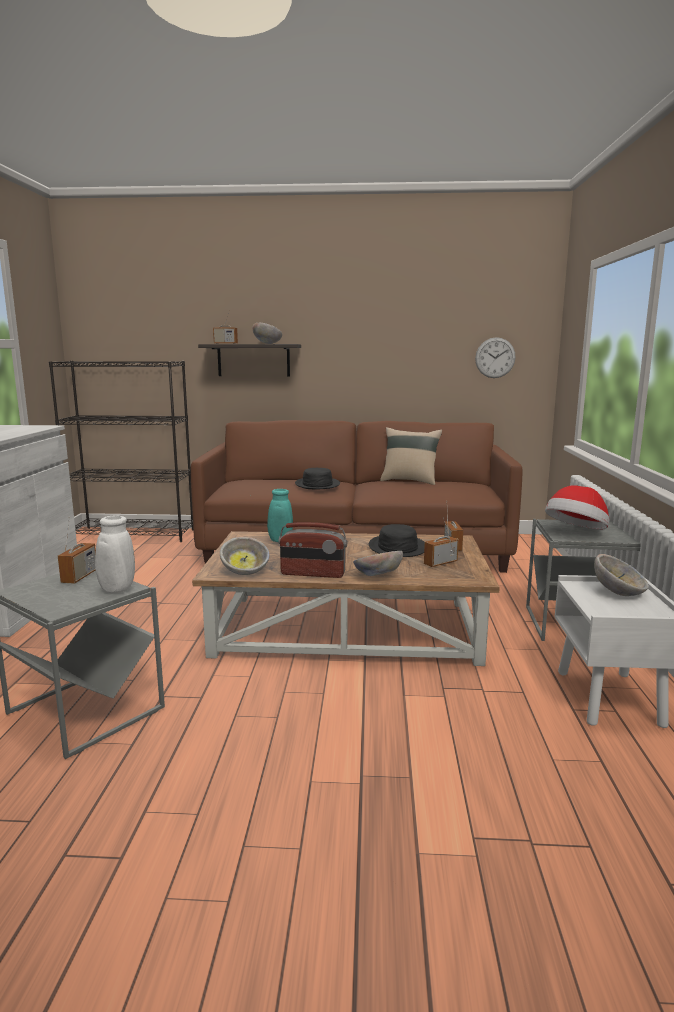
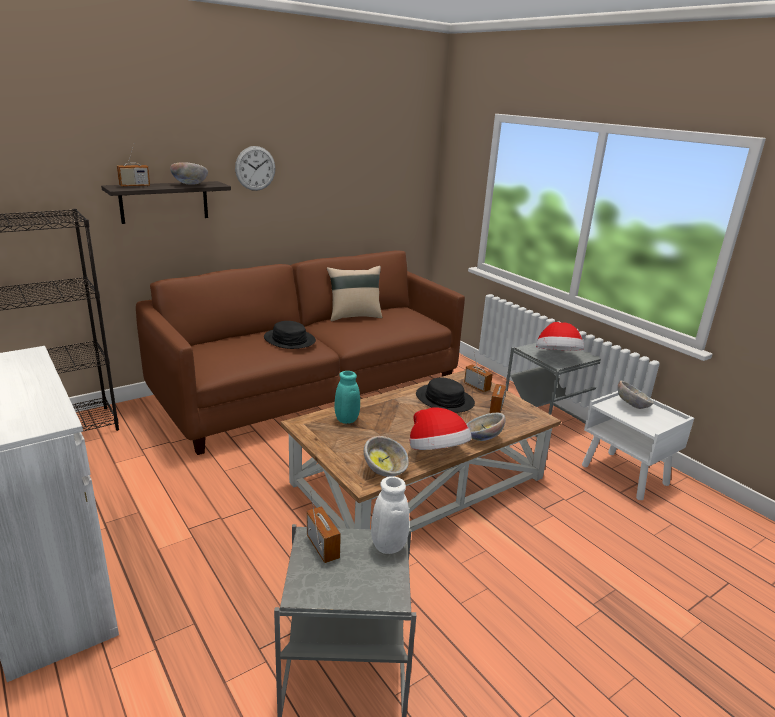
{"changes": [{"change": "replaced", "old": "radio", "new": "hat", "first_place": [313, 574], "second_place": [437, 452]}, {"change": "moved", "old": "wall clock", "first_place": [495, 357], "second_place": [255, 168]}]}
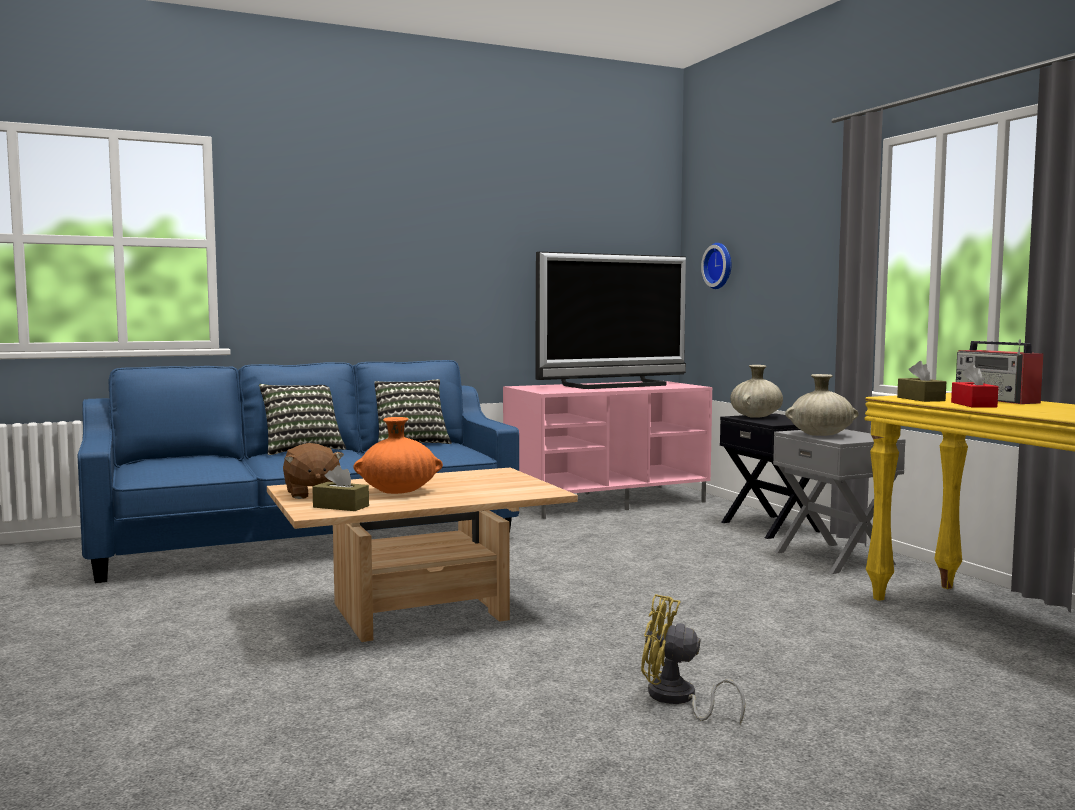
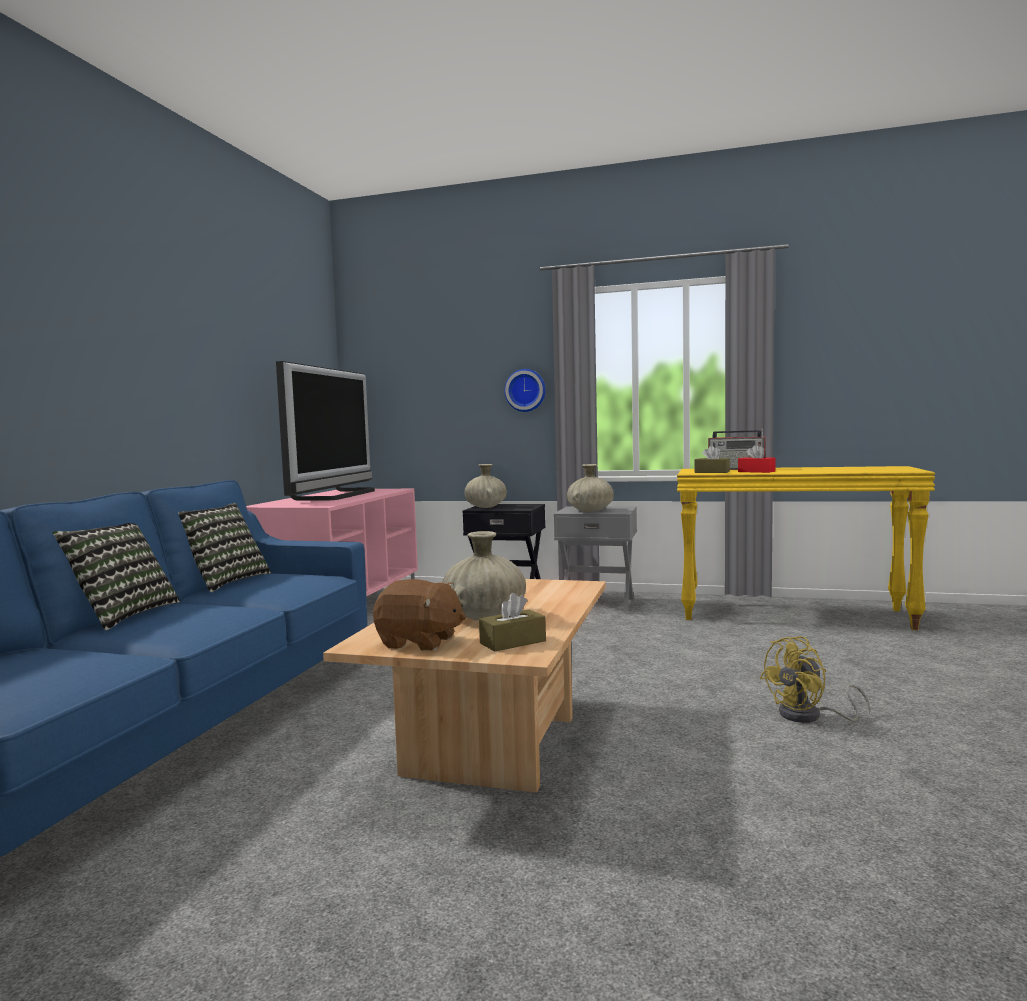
{"changes": [{"change": "recoloured", "old": "vase/orange", "new": "vase/beige", "first_place": [398, 492], "second_place": [485, 616]}, {"change": "moved", "old": "wall clock", "first_place": [720, 266], "second_place": [525, 390]}]}
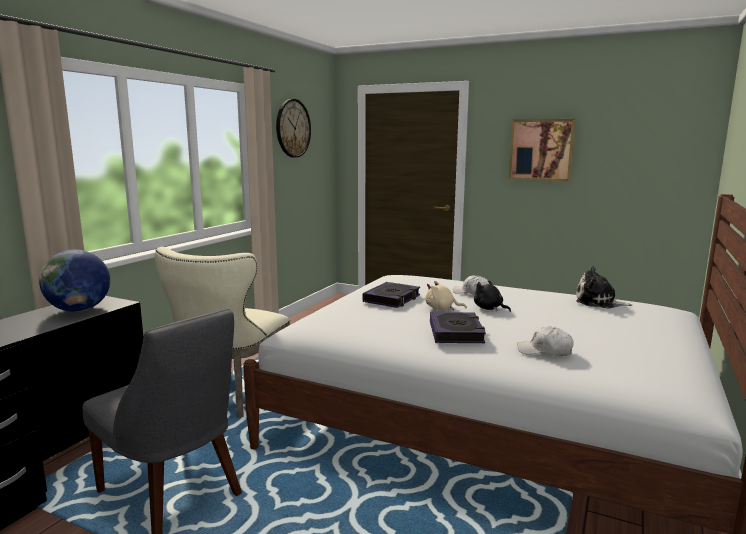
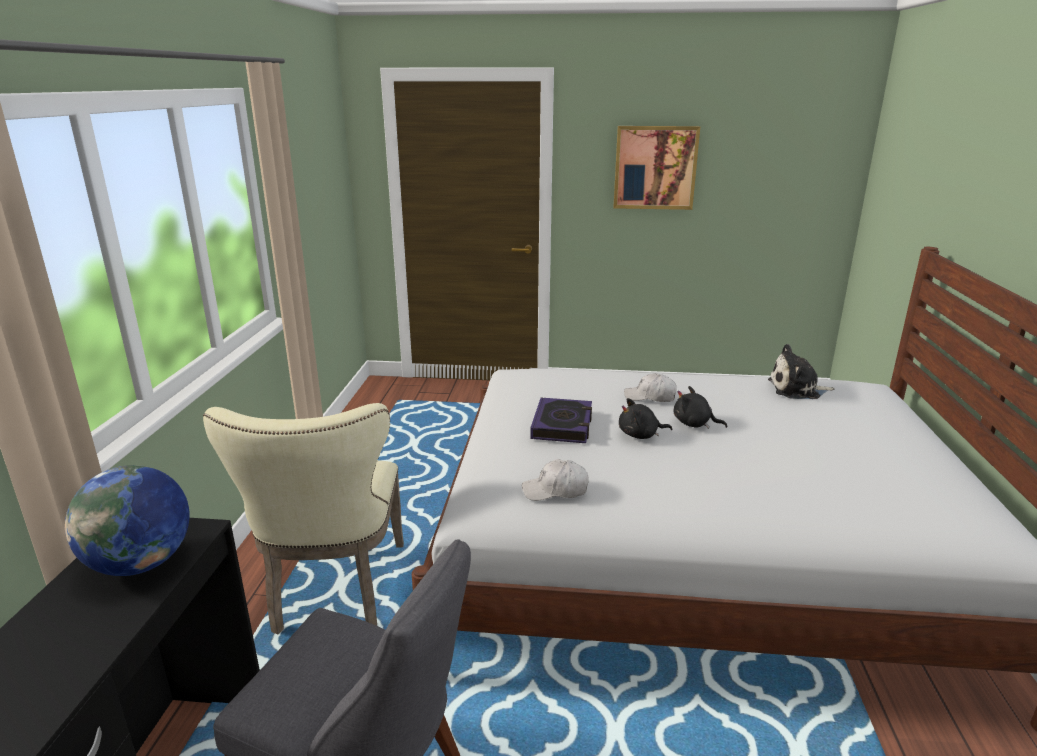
{"changes": [{"change": "removed", "old": "wall clock", "first_place": [293, 128]}, {"change": "recoloured", "old": "plush toy/beige", "new": "plush toy/black", "first_place": [441, 309], "second_place": [640, 435]}, {"change": "removed", "old": "book", "first_place": [456, 332]}, {"change": "moved", "old": "cap/white", "first_place": [545, 351], "second_place": [555, 490]}]}
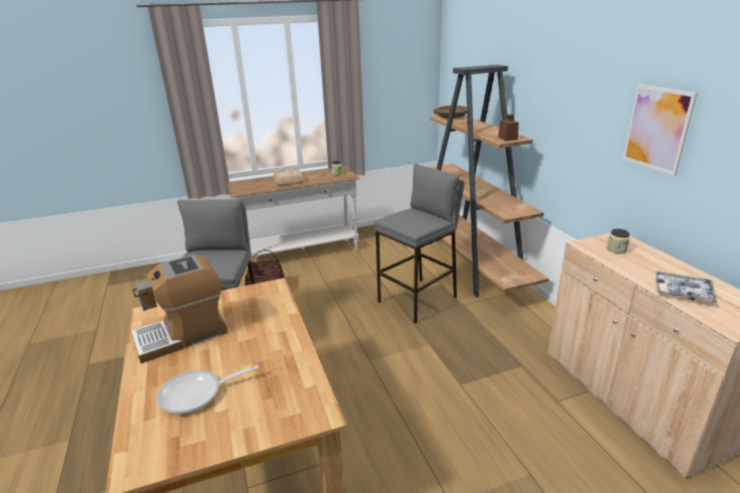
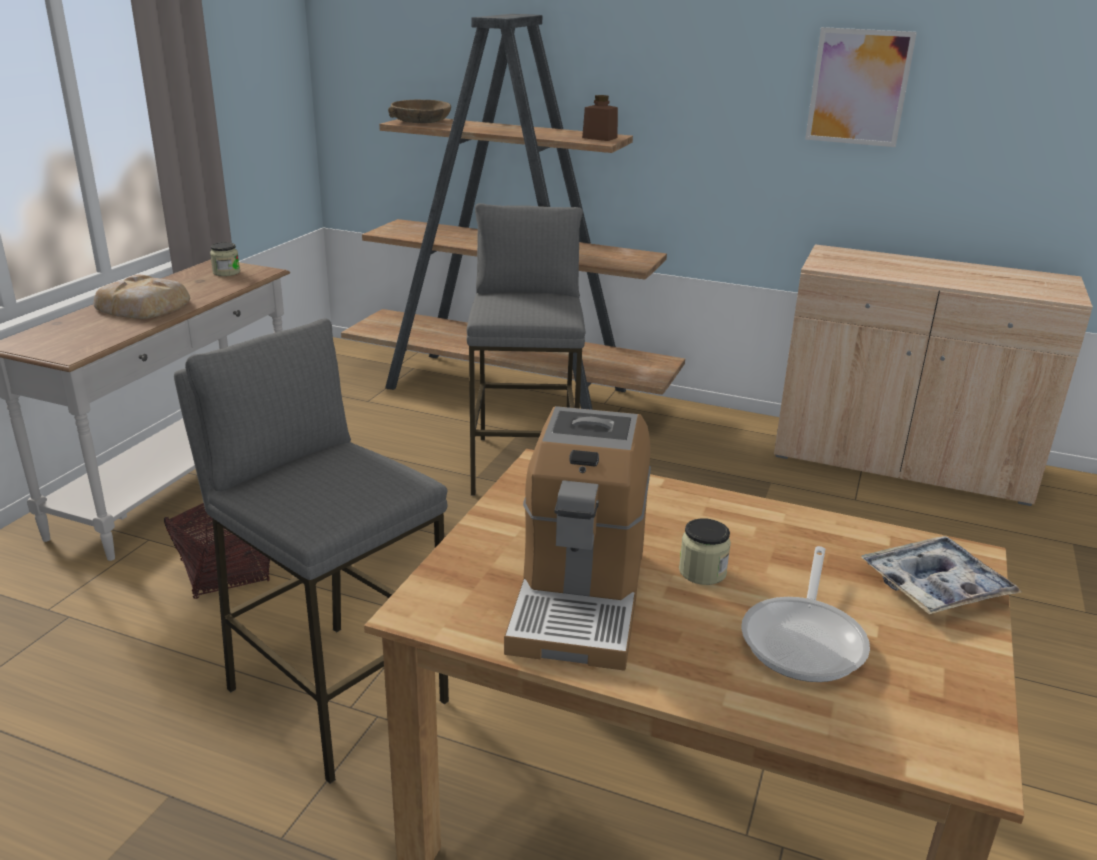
{"changes": [{"change": "moved", "old": "jar", "first_place": [616, 249], "second_place": [702, 572]}, {"change": "moved", "old": "tray", "first_place": [682, 292], "second_place": [935, 586]}]}
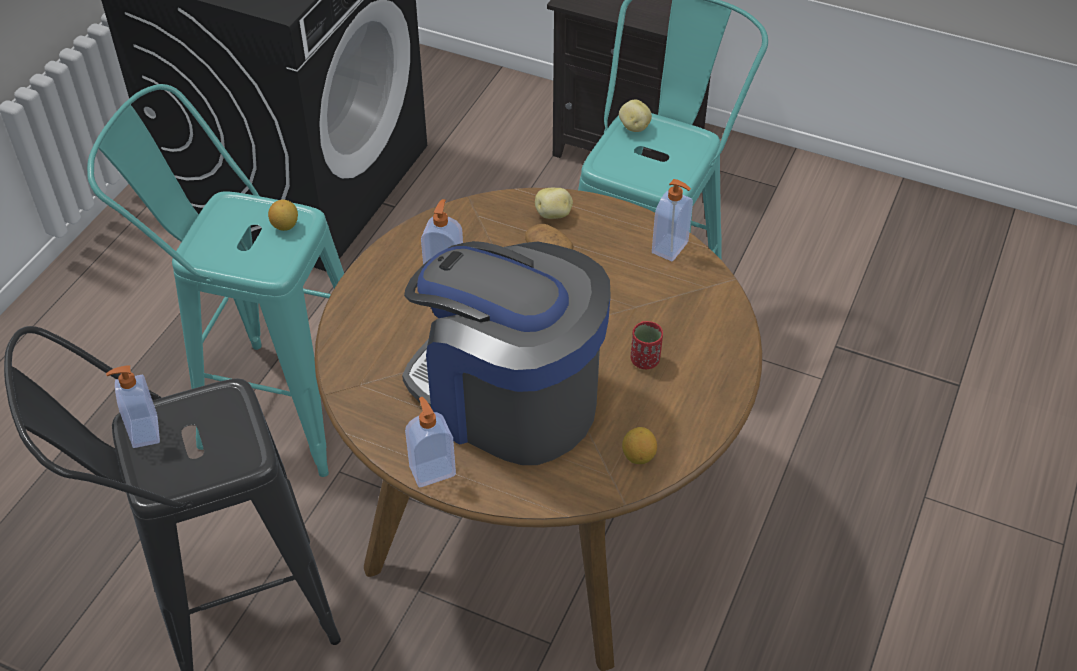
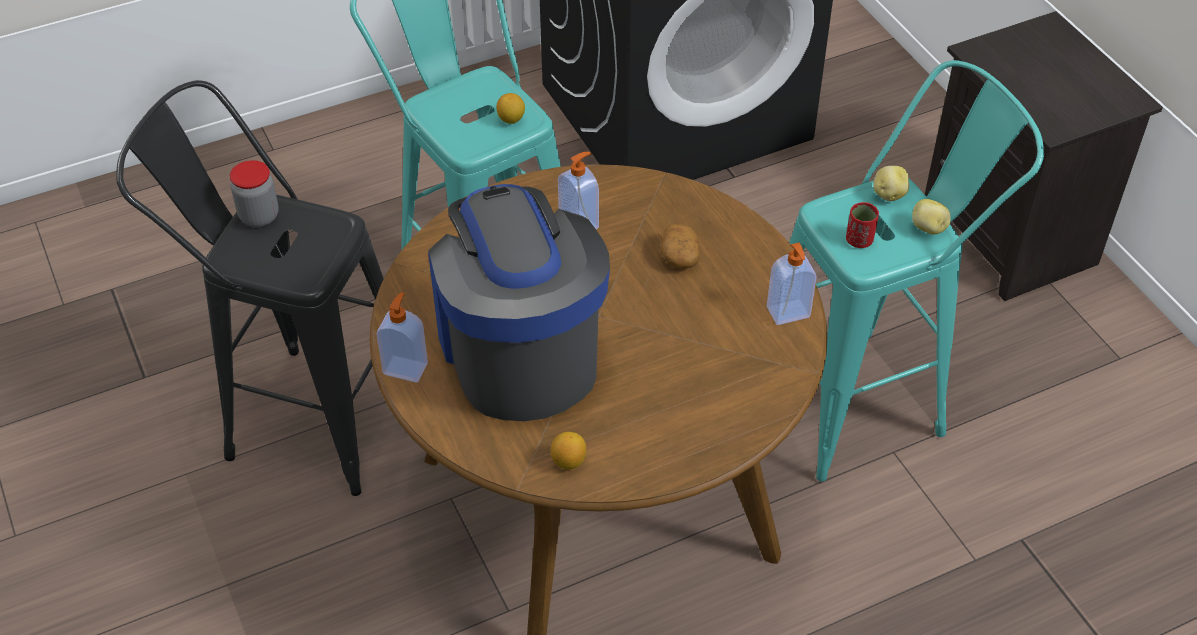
{"changes": [{"change": "replaced", "old": "soap dispenser", "new": "jar", "first_place": [143, 432], "second_place": [259, 216]}, {"change": "moved", "old": "potato", "first_place": [554, 214], "second_place": [928, 228]}, {"change": "moved", "old": "cup/red", "first_place": [645, 360], "second_place": [859, 240]}]}
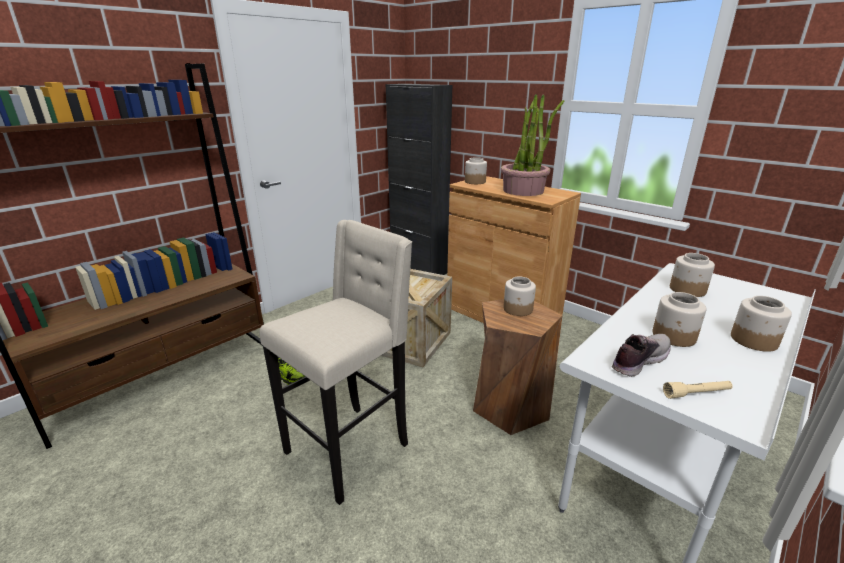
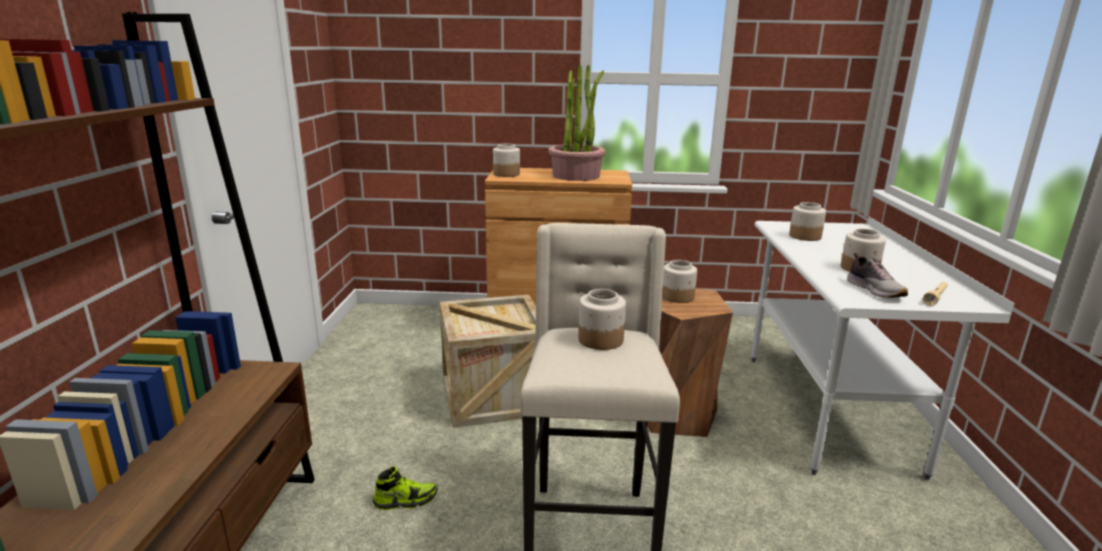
{"changes": [{"change": "removed", "old": "cabinet/black", "first_place": [418, 269]}, {"change": "turned", "old": "shoe", "first_place": [638, 360], "second_place": [875, 290], "degrees": 150}, {"change": "moved", "old": "jar", "first_place": [753, 340], "second_place": [600, 340]}]}
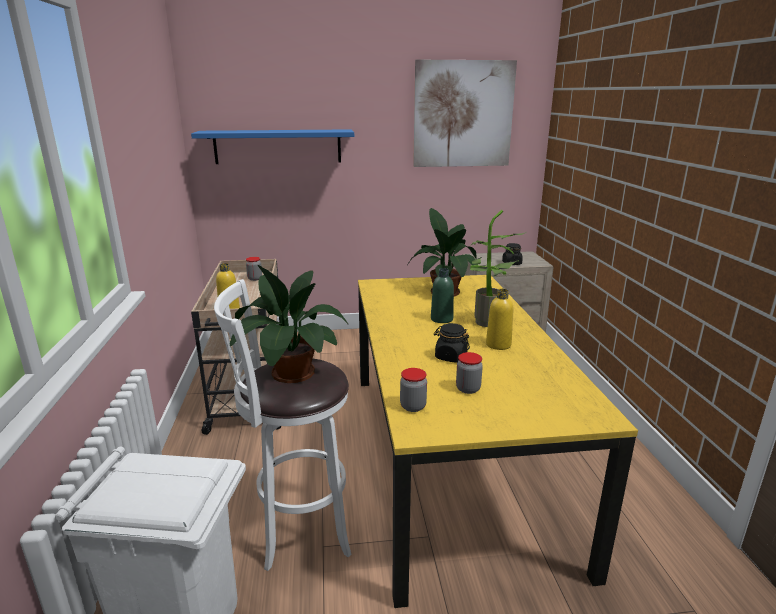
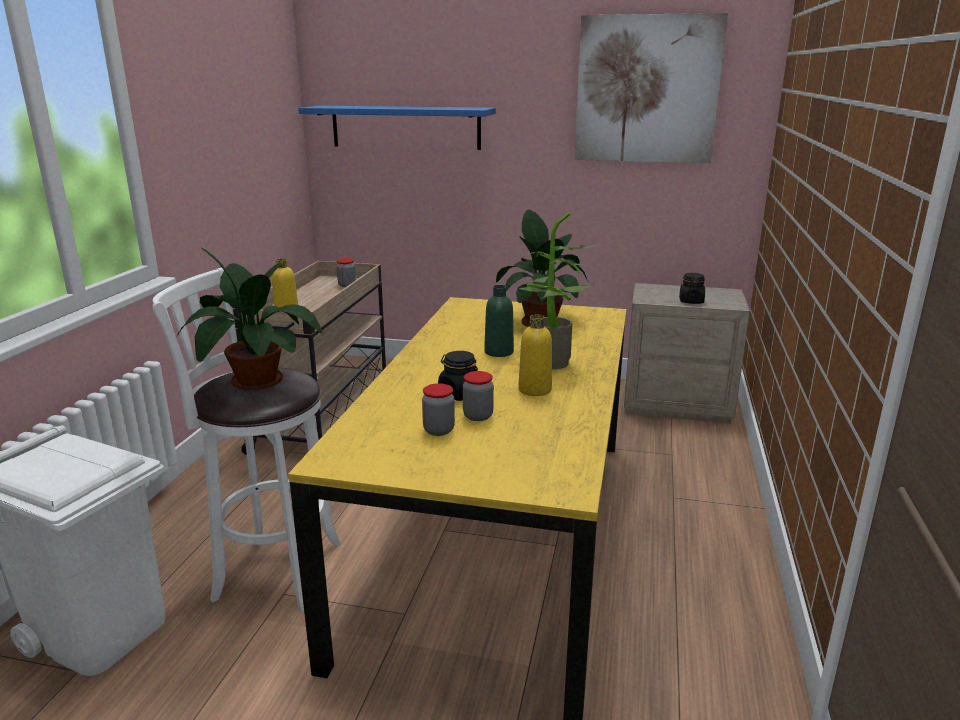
{"changes": [{"change": "moved", "old": "jar", "first_place": [413, 406], "second_place": [478, 416]}]}
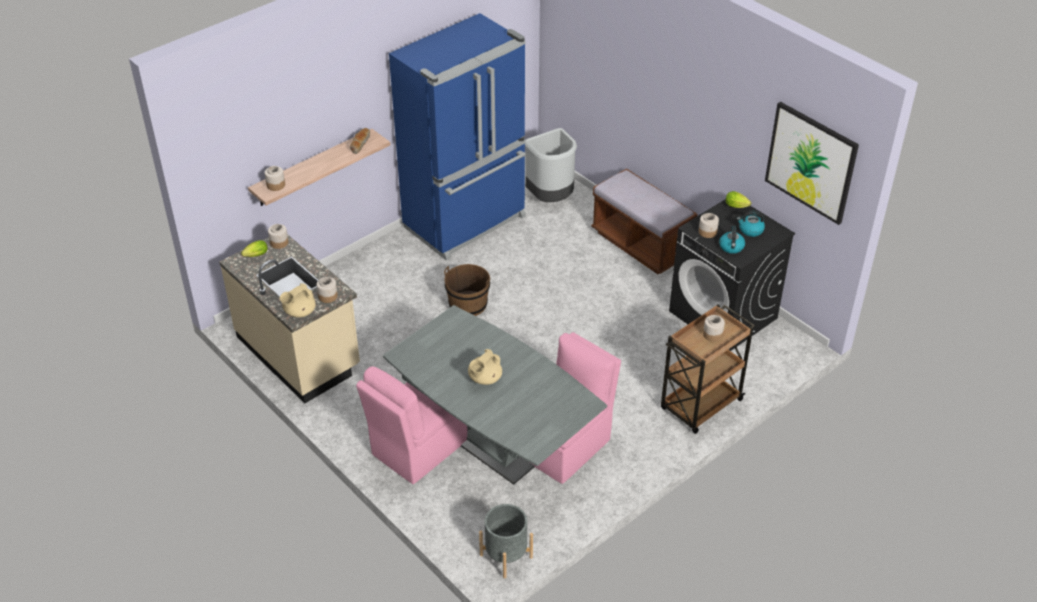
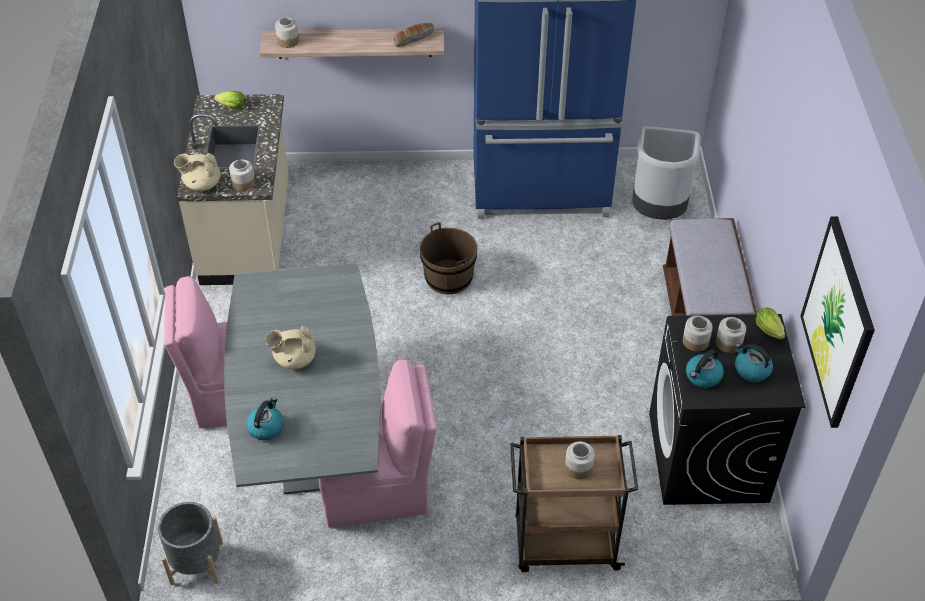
{"changes": [{"change": "moved", "old": "jar", "first_place": [279, 242], "second_place": [729, 343]}, {"change": "added", "new": "kettle", "second_place": [266, 427]}]}
